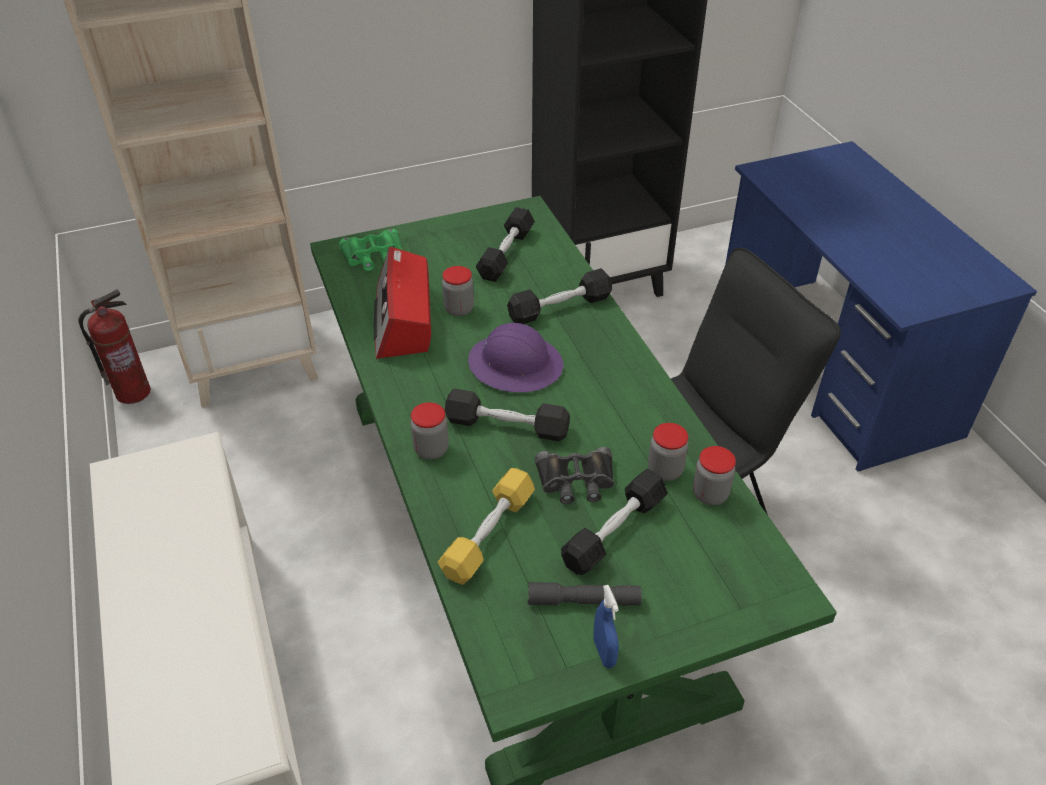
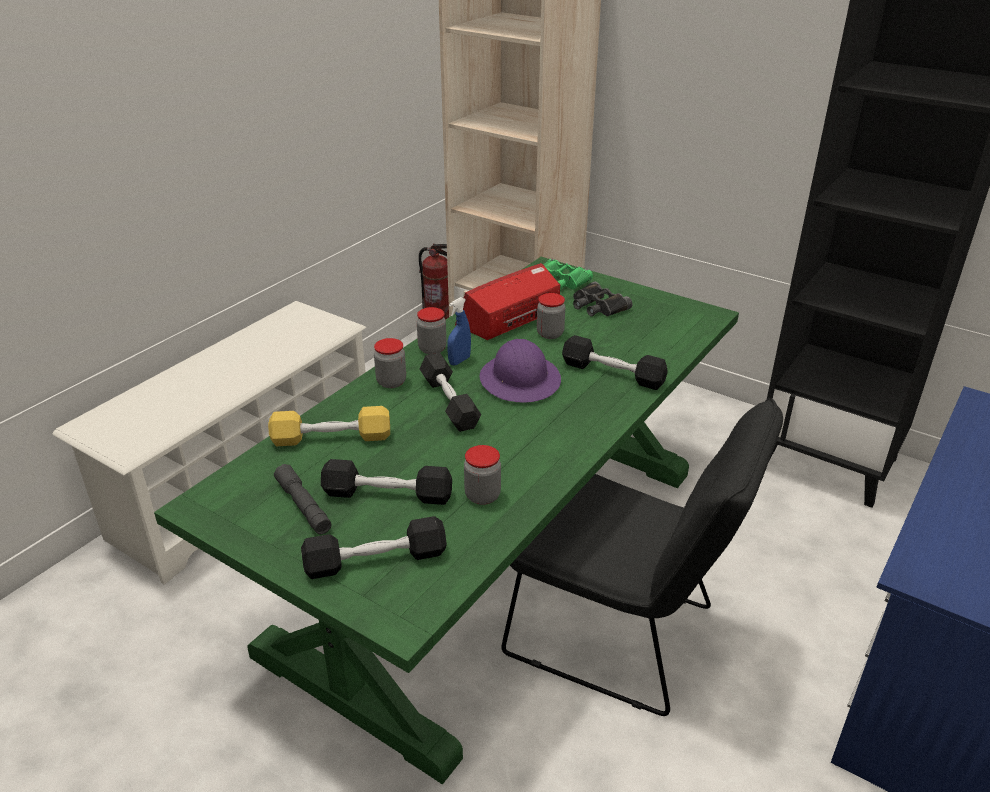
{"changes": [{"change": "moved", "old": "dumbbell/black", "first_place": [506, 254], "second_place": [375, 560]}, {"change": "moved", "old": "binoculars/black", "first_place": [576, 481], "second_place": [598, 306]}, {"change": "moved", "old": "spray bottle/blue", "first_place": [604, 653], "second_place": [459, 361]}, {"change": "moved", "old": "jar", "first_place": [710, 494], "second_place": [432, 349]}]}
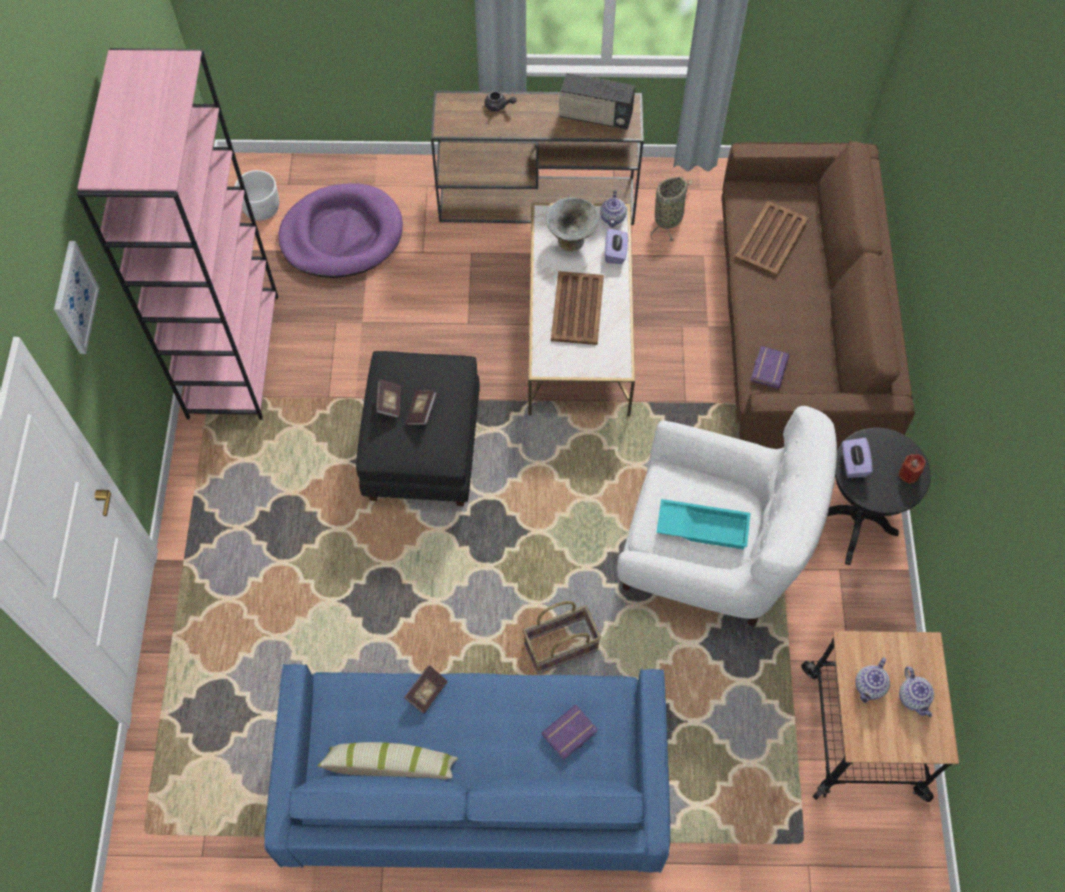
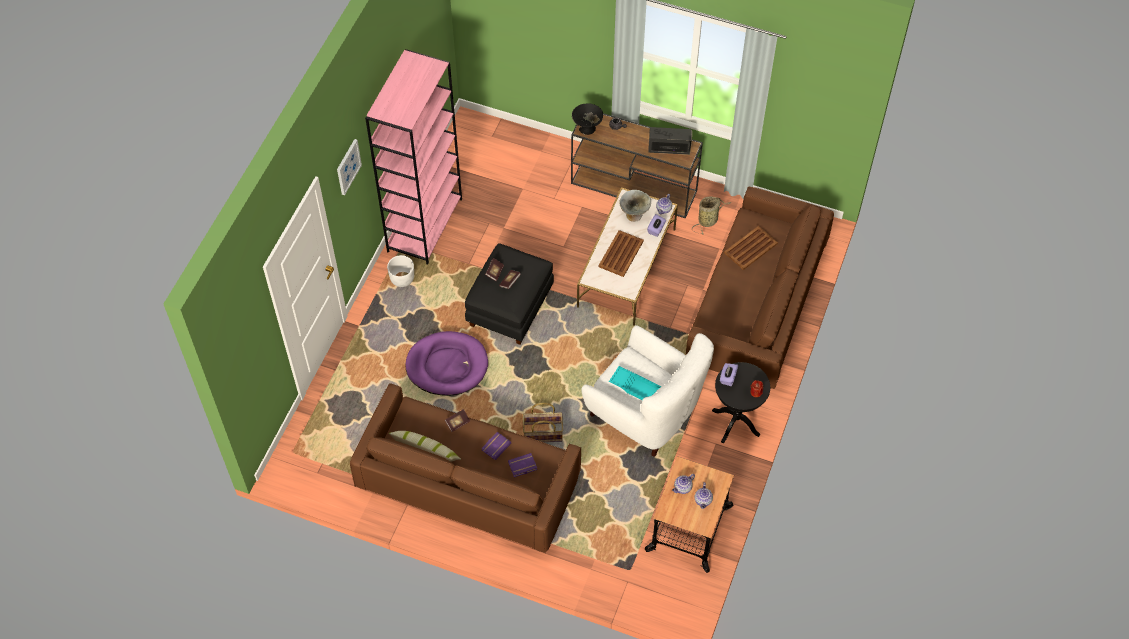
{"changes": [{"change": "moved", "old": "planter/white", "first_place": [261, 208], "second_place": [402, 278]}, {"change": "recoloured", "old": "sofa/blue", "new": "sofa/brown", "first_place": [474, 783], "second_place": [469, 484]}, {"change": "moved", "old": "dog bed/purple", "first_place": [341, 235], "second_place": [447, 365]}, {"change": "turned", "old": "radio", "first_place": [595, 116], "second_place": [669, 148], "degrees": 150}, {"change": "moved", "old": "book/purple", "first_place": [768, 368], "second_place": [496, 446]}, {"change": "added", "new": "bowl/black", "second_place": [587, 128]}]}
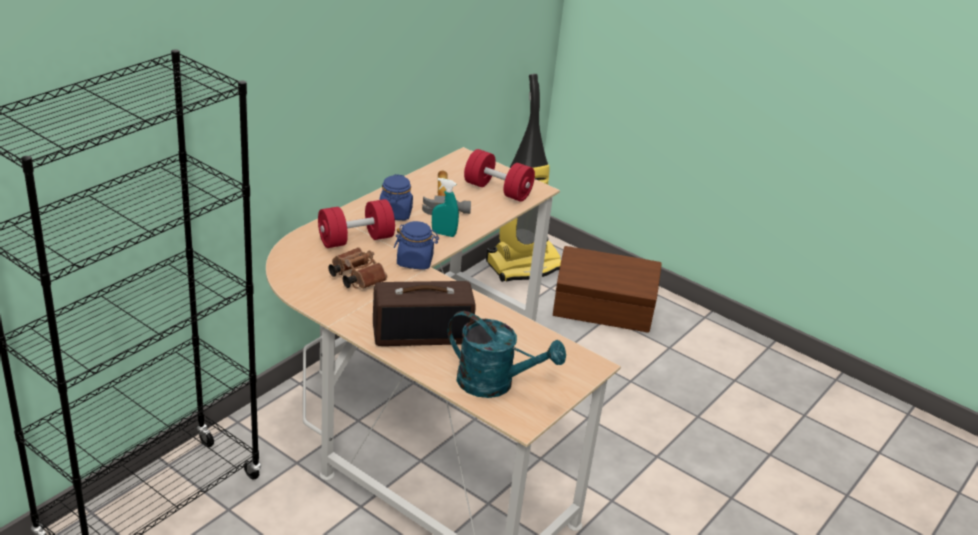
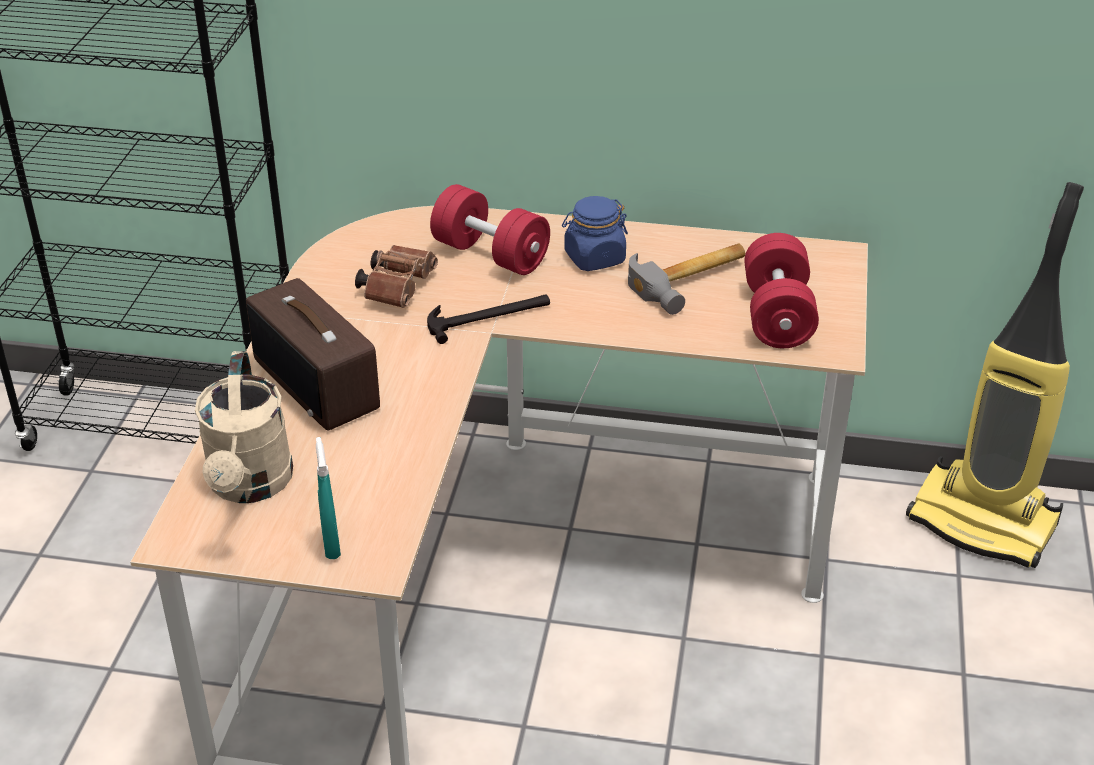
{"changes": [{"change": "replaced", "old": "jar/blue", "new": "hammer", "first_place": [415, 261], "second_place": [488, 317]}, {"change": "moved", "old": "spray bottle/turquoise", "first_place": [443, 234], "second_place": [331, 544]}, {"change": "recoloured", "old": "watering can/turquoise", "new": "watering can/beige", "first_place": [495, 384], "second_place": [249, 486]}, {"change": "removed", "old": "storage box/brown", "first_place": [603, 313]}]}
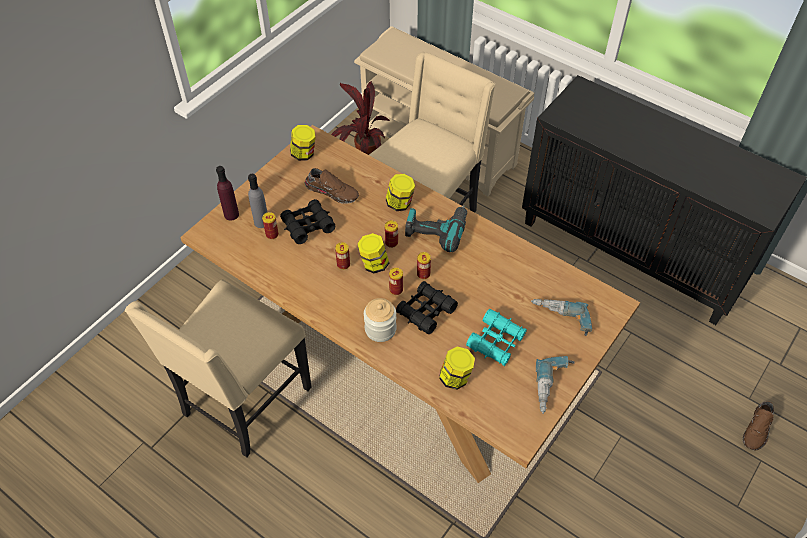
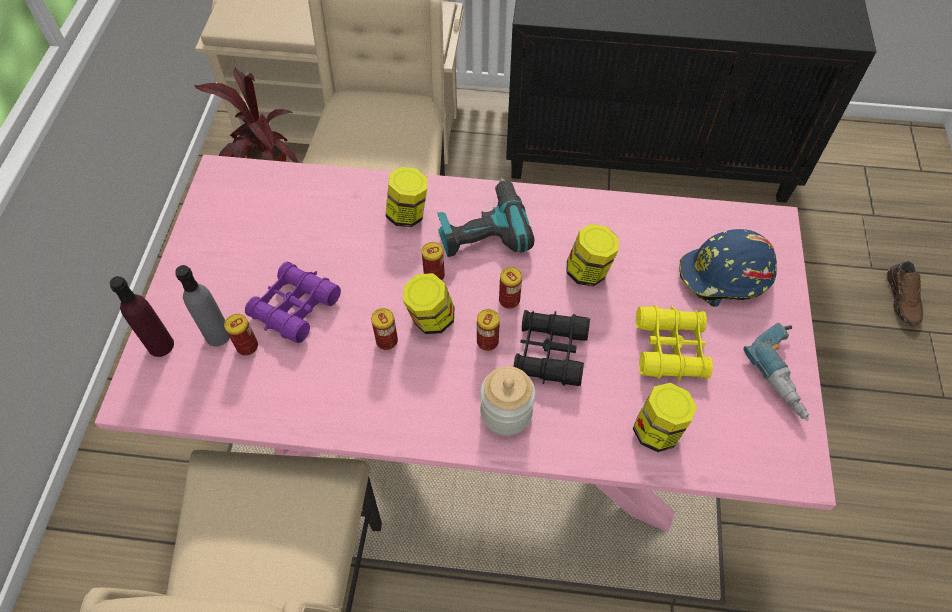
{"changes": [{"change": "recoloured", "old": "dining table/brown", "new": "dining table/pink", "first_place": [402, 360], "second_place": [475, 421]}, {"change": "recoloured", "old": "binoculars/black", "new": "binoculars/purple", "first_place": [308, 226], "second_place": [295, 307]}, {"change": "moved", "old": "jar", "first_place": [304, 154], "second_place": [588, 271]}, {"change": "removed", "old": "shoe/brown", "first_place": [333, 191]}, {"change": "recoloured", "old": "binoculars/turquoise", "new": "binoculars/yellow", "first_place": [496, 341], "second_place": [671, 348]}, {"change": "replaced", "old": "power drill", "new": "hard hat/blue", "first_place": [560, 319], "second_place": [725, 277]}]}
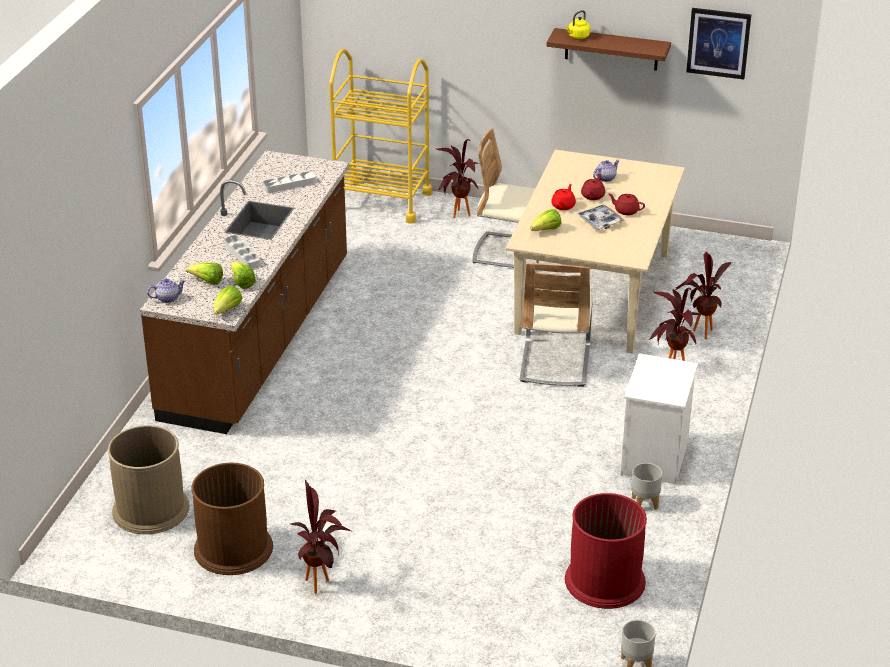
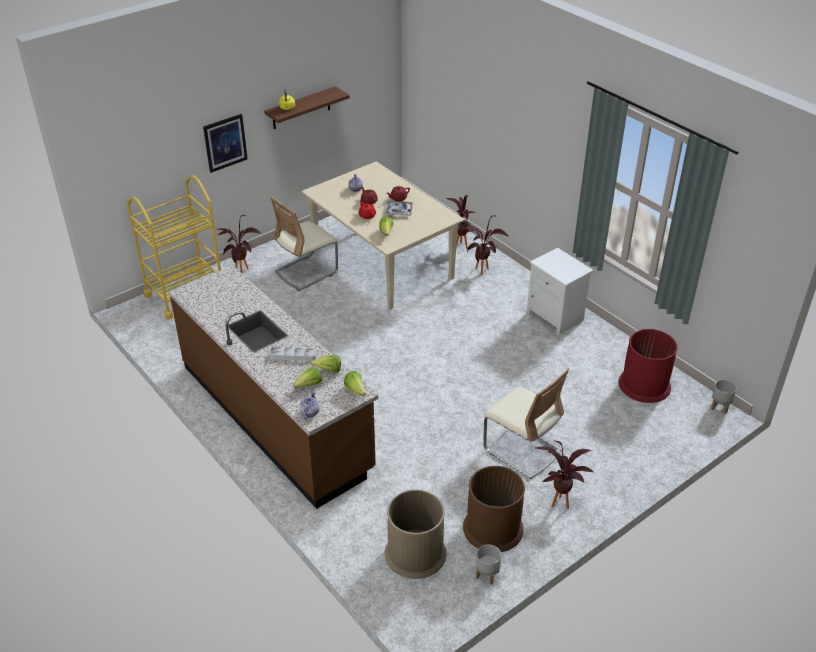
{"changes": [{"change": "removed", "old": "tray/grey", "first_place": [289, 185]}, {"change": "moved", "old": "chair/beige", "first_place": [555, 362], "second_place": [522, 450]}, {"change": "moved", "old": "planter/grey", "first_place": [645, 503], "second_place": [487, 575]}, {"change": "moved", "old": "picture", "first_place": [718, 43], "second_place": [225, 142]}]}
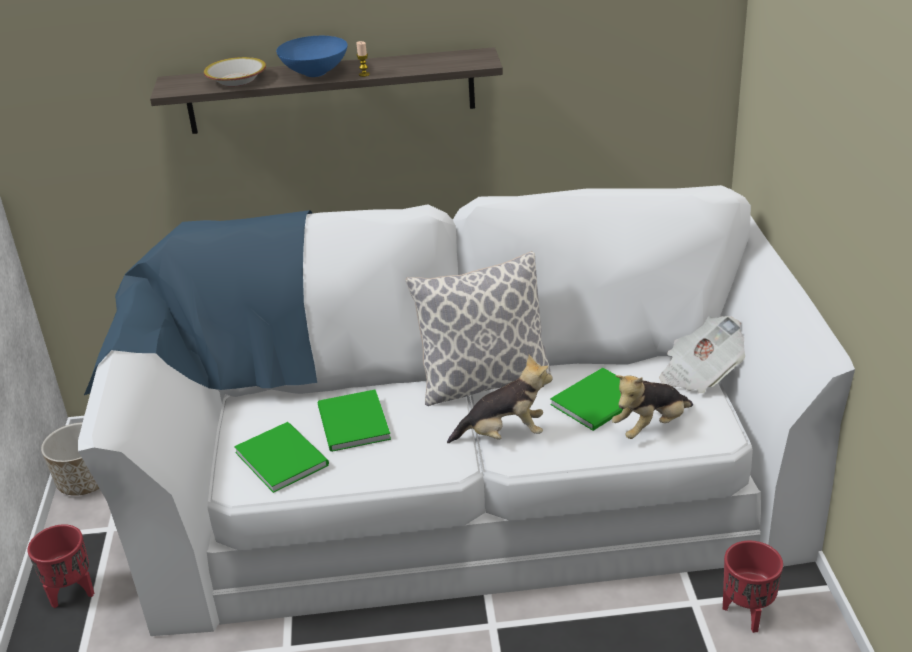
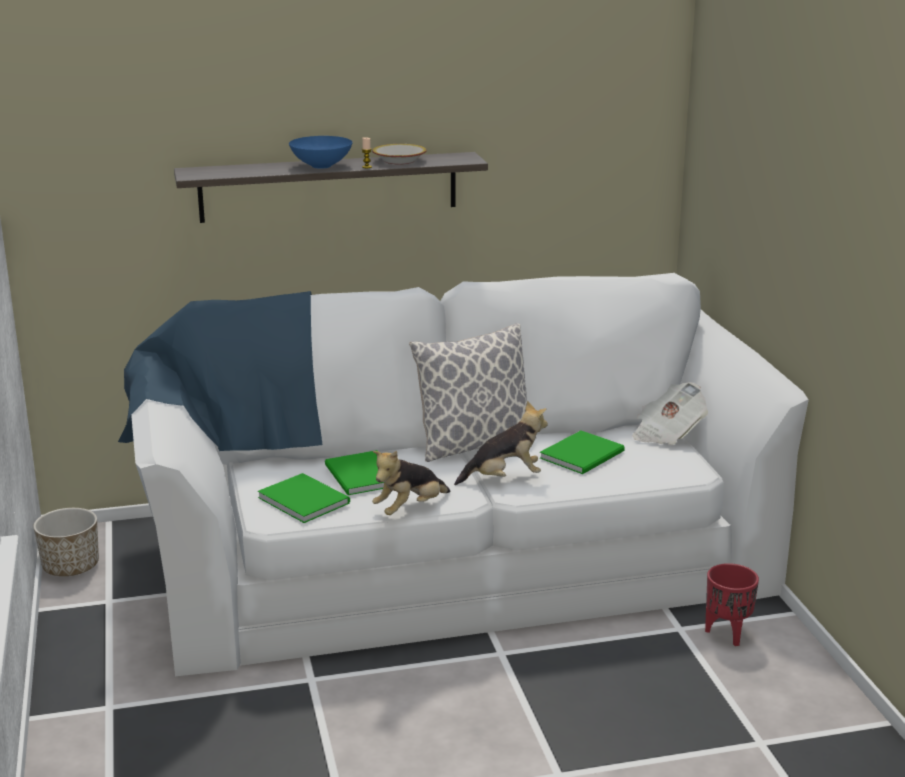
{"changes": [{"change": "removed", "old": "planter/red", "first_place": [72, 593]}, {"change": "moved", "old": "bowl", "first_place": [237, 80], "second_place": [399, 161]}, {"change": "moved", "old": "plush toy", "first_place": [651, 427], "second_place": [410, 509]}]}
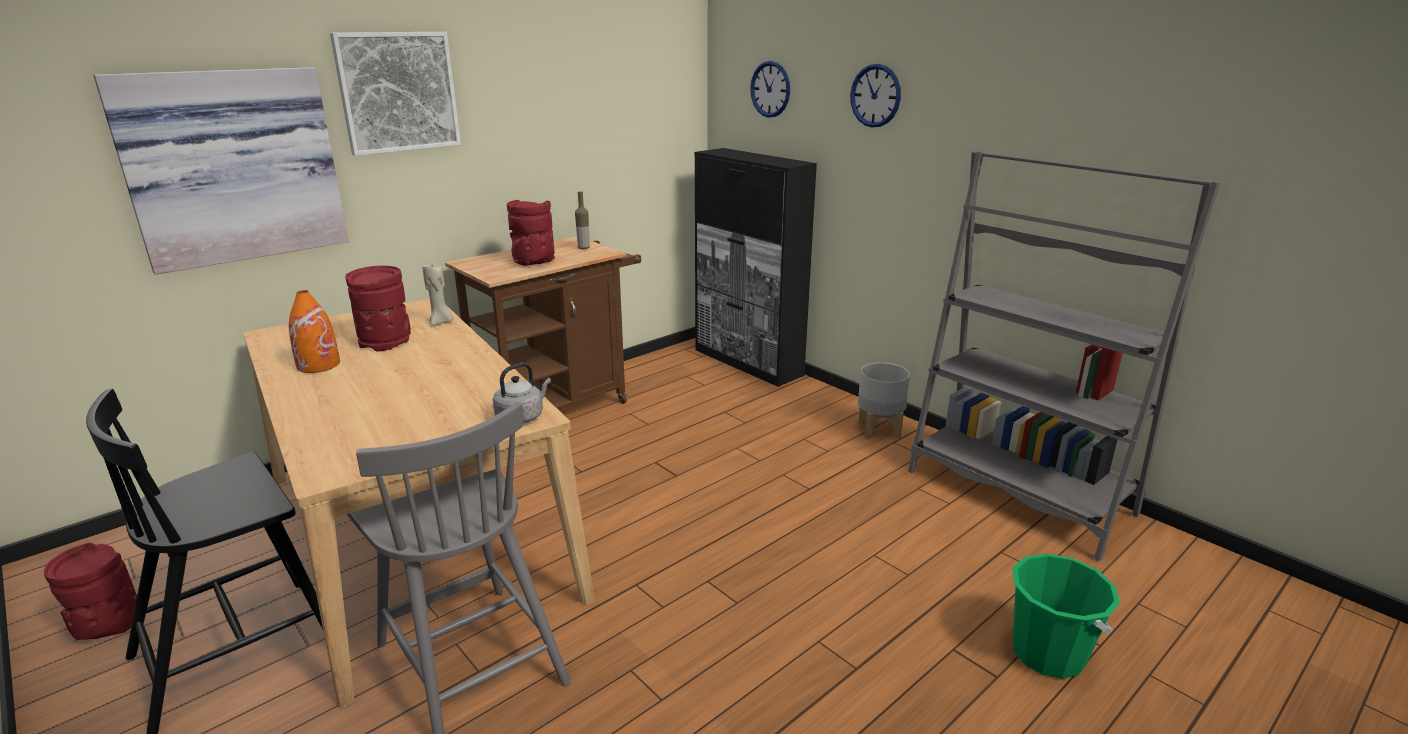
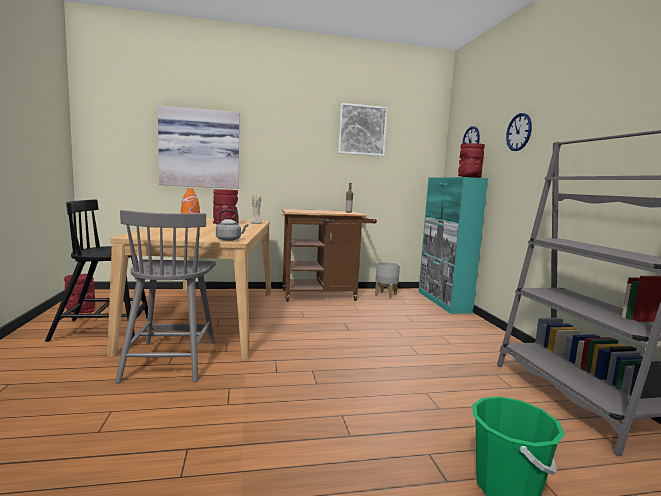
{"changes": [{"change": "moved", "old": "picture", "first_place": [398, 92], "second_place": [362, 130]}, {"change": "moved", "old": "vase/red", "first_place": [533, 262], "second_place": [469, 177]}, {"change": "recoloured", "old": "cabinet/black", "new": "cabinet/turquoise", "first_place": [748, 362], "second_place": [443, 302]}, {"change": "moved", "old": "planter/grey", "first_place": [878, 430], "second_place": [385, 295]}]}
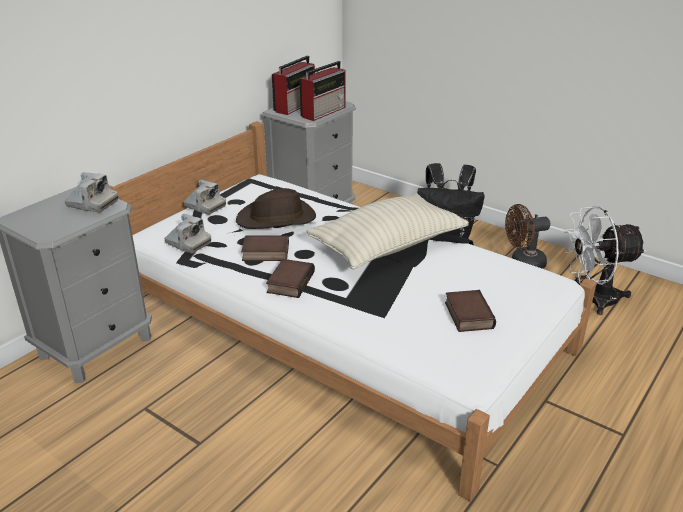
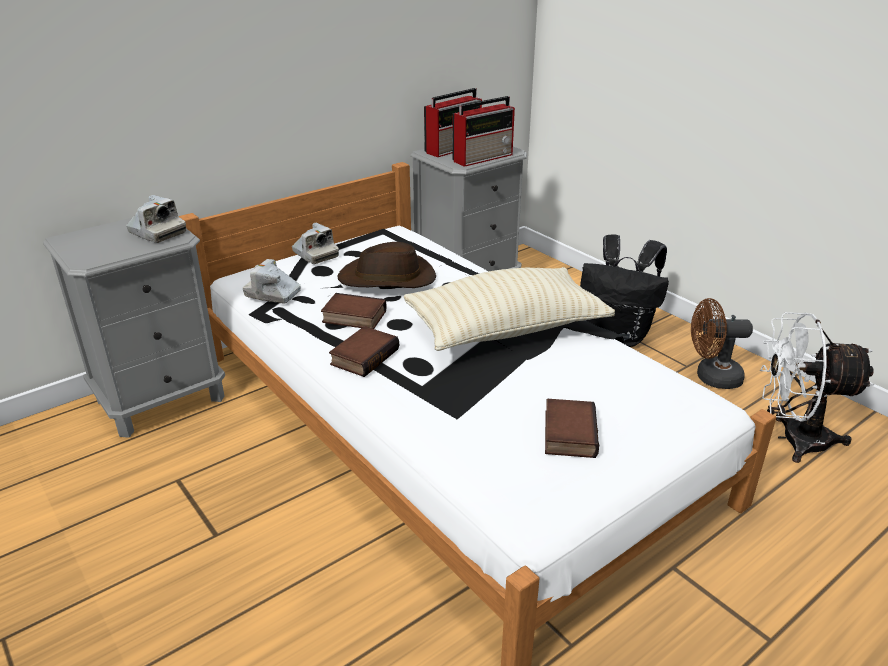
{"changes": [{"change": "turned", "old": "photo camera", "first_place": [188, 243], "second_place": [273, 294], "degrees": 150}]}
